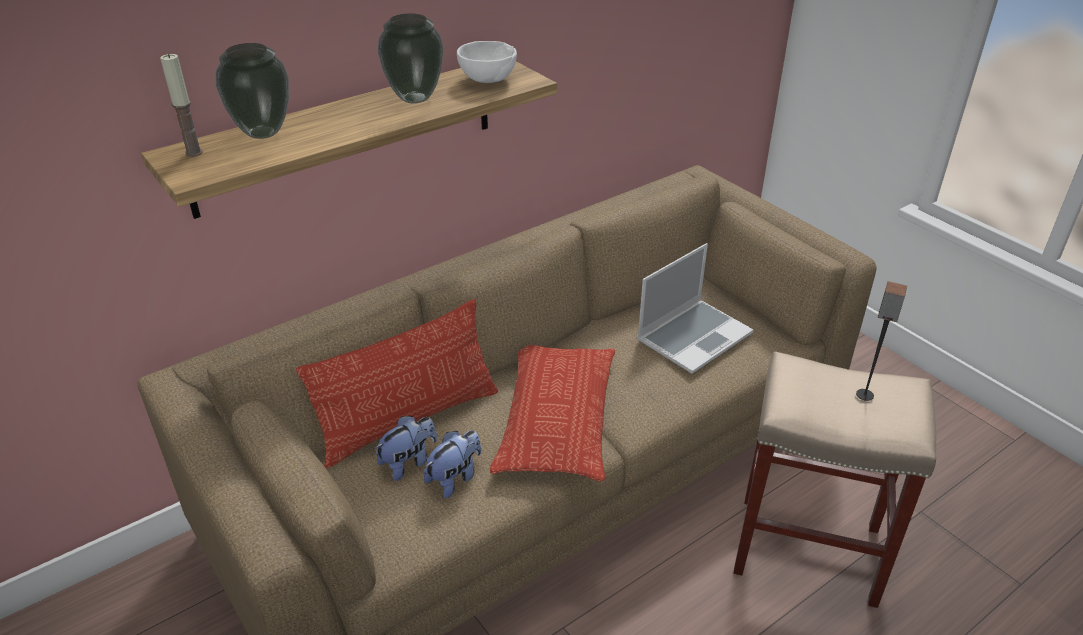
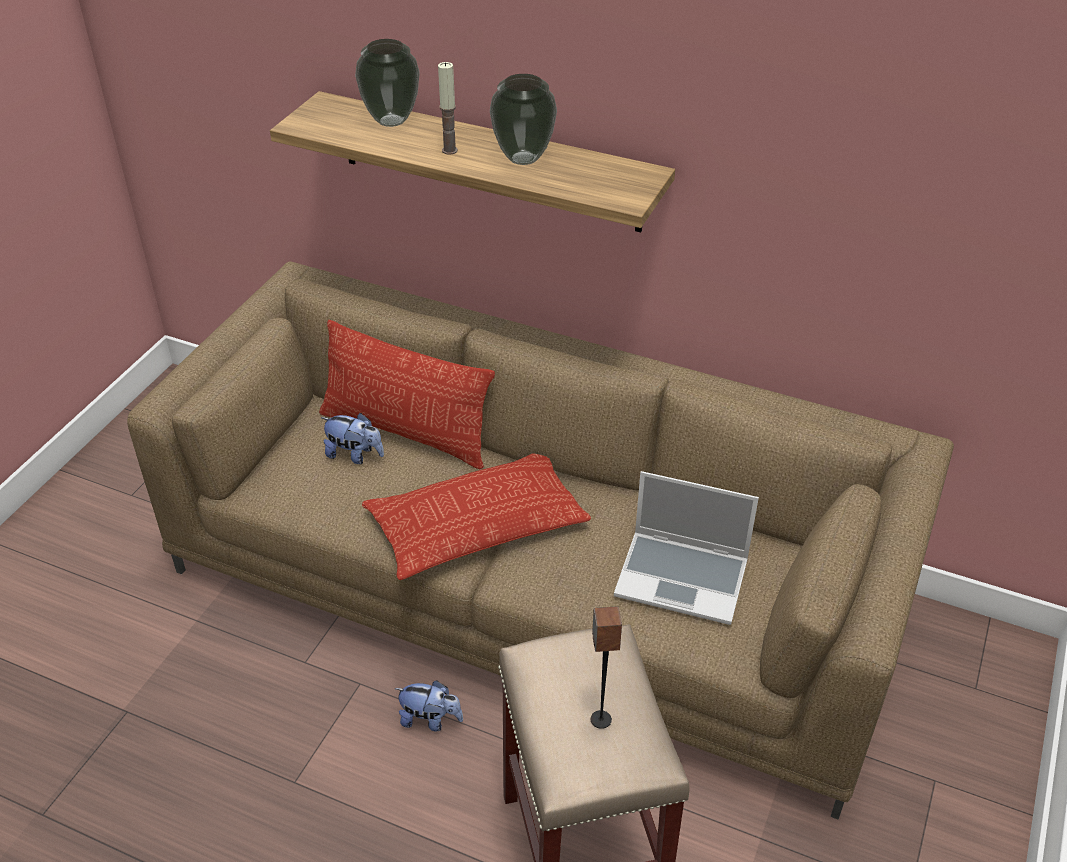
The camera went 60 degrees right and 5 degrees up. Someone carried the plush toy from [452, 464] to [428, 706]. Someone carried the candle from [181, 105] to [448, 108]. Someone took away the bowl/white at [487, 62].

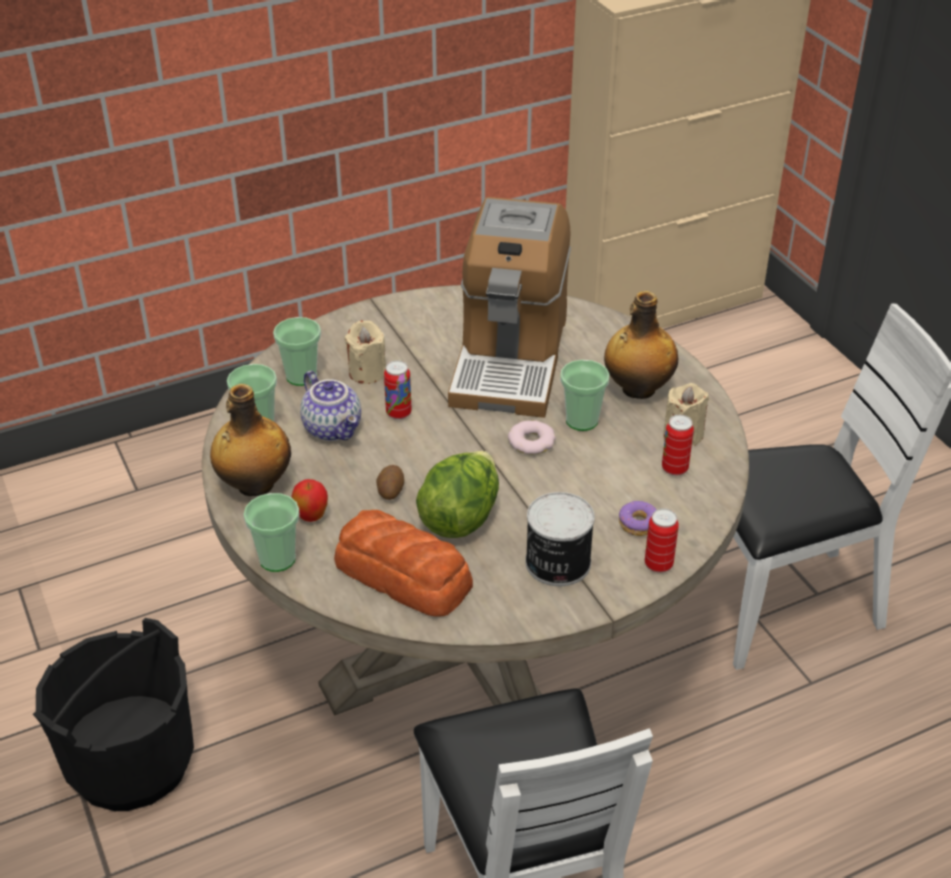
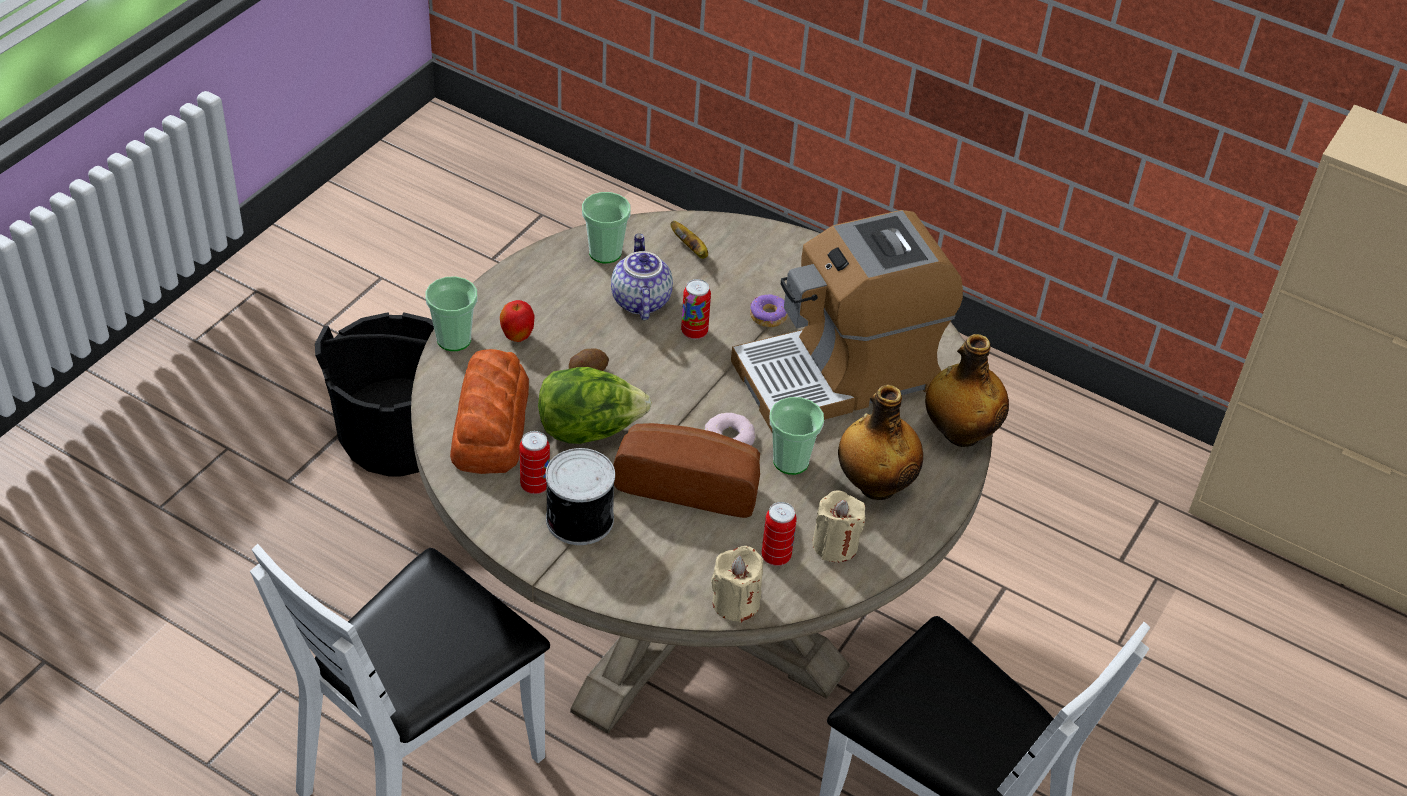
The camera went 55 degrees right and 5 degrees up. Someone carried the can from [662, 540] to [534, 462]. Someone rotated the teapot at [330, 406] by 150 degrees clockwise. Someone put down the bread at [686, 470]. Someone swapped the cup at [297, 351] for the banana at [689, 240]. Someone carried the candle/beige from [365, 352] to [737, 584]. Someone carried the donut from [638, 518] to [769, 311]. Someone carried the bottle from [250, 440] to [967, 390].

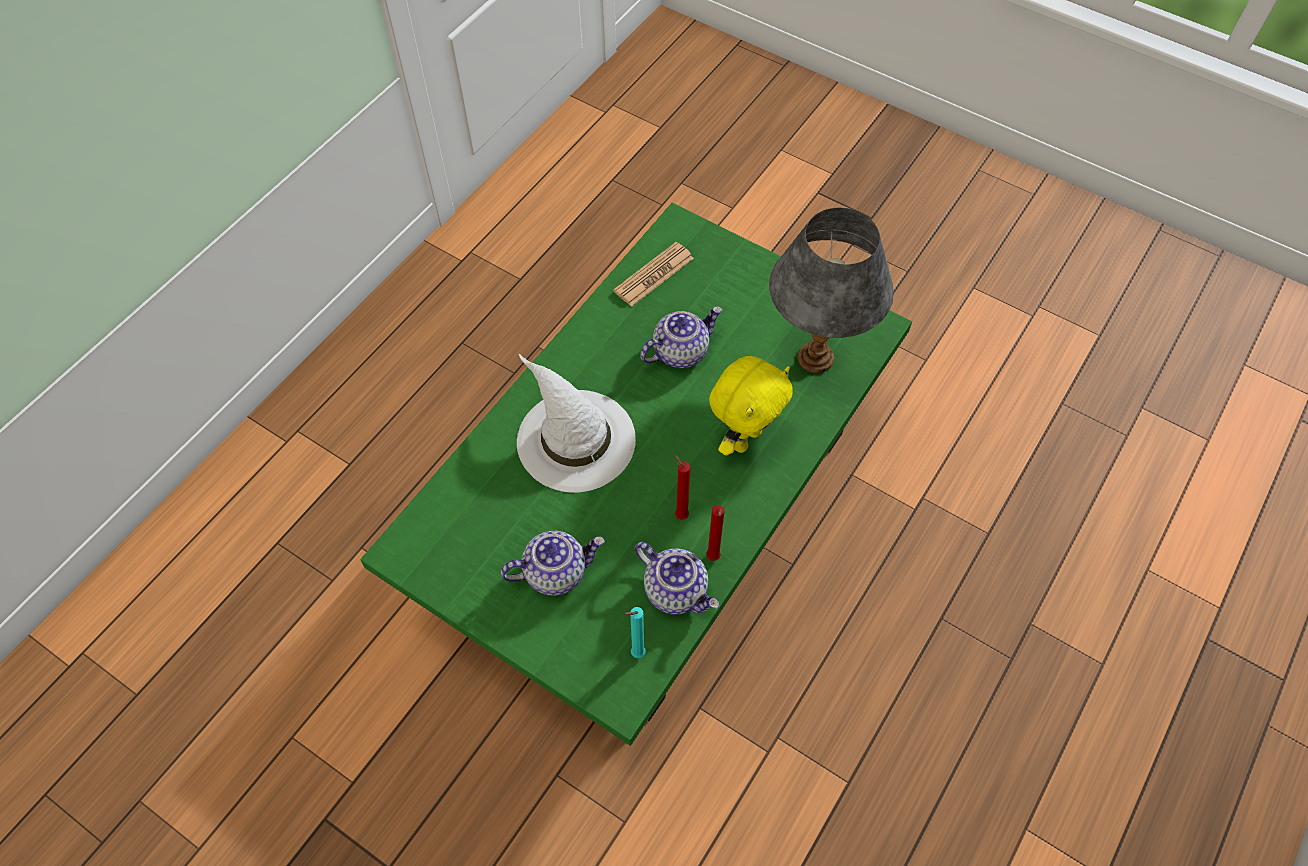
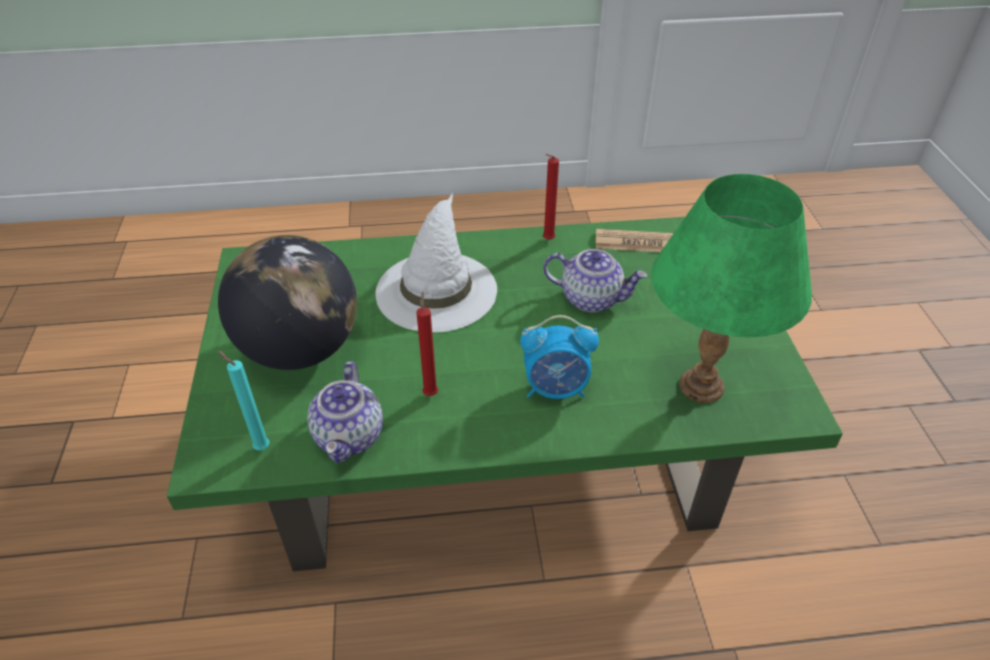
The camera went 50 degrees right and 15 degrees down. Someone swapped the teapot at [553, 563] for the globe at [287, 302]. Someone swapped the plush toy/yellow at [751, 406] for the alarm clock at [559, 357]. Someone carried the candle/red from [715, 533] to [551, 197]. Someone repainted the table lamp/grey at [831, 290], which became the table lamp/green at [731, 288].

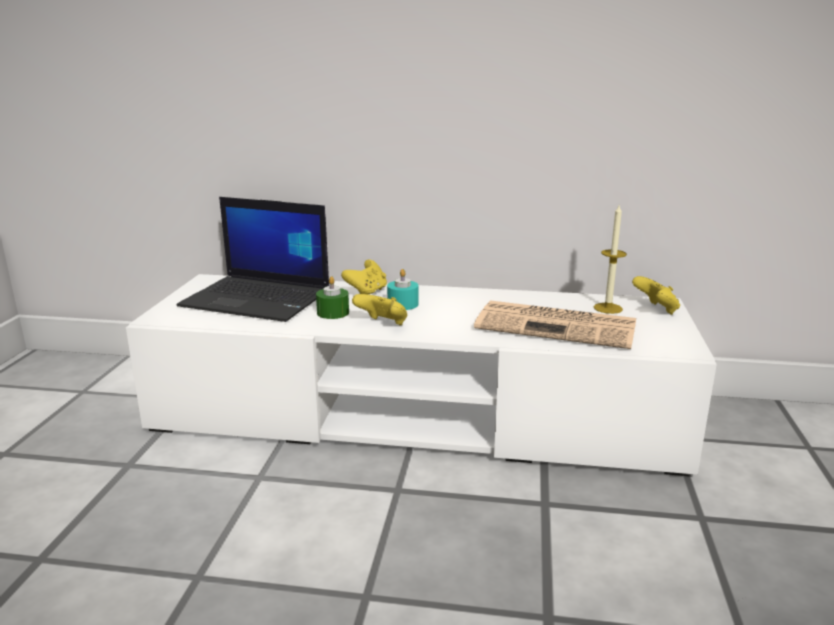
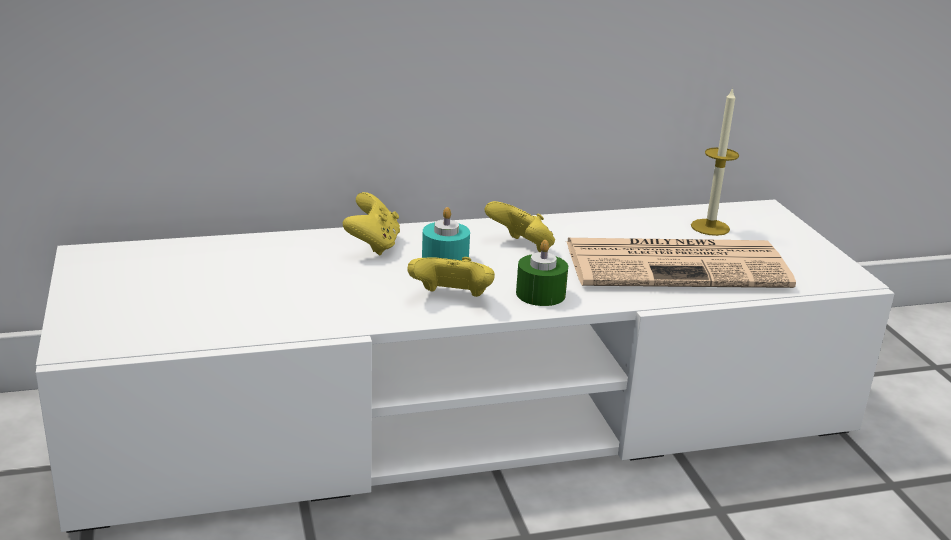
The camera went 25 degrees left and 5 degrees up. Someone carried the game controller/yellow from [656, 295] to [520, 226]. Someone carried the candle/green from [332, 297] to [542, 273]. Someone took away the laptop at [252, 259].

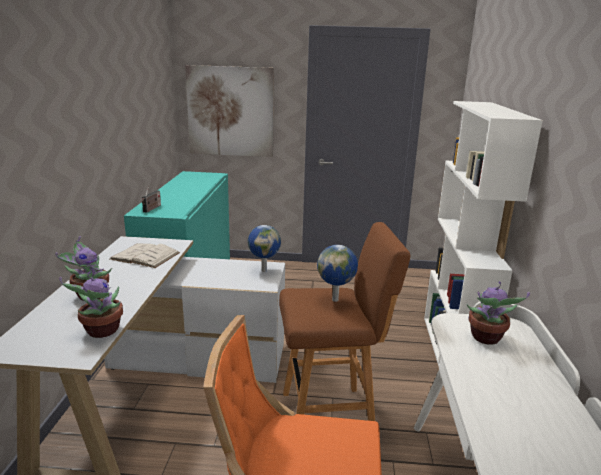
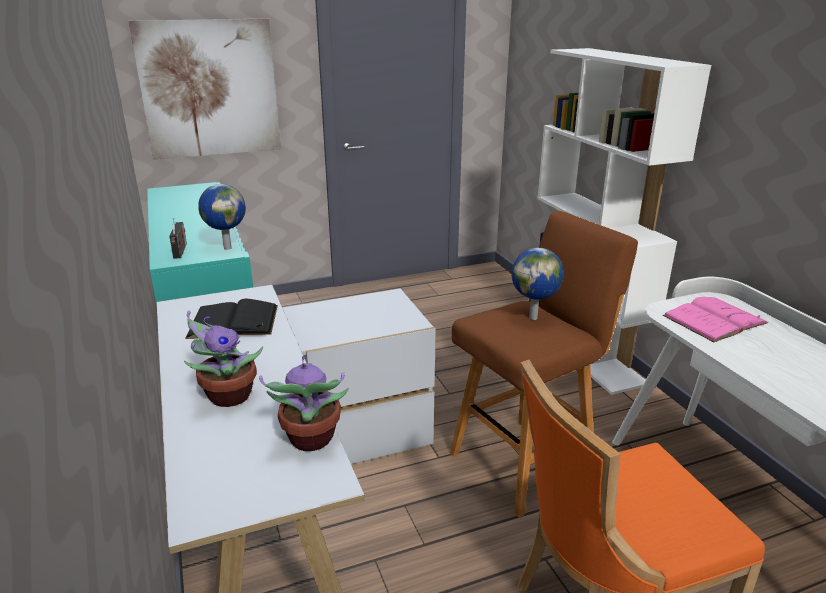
The camera went 25 degrees left and 5 degrees up. Someone repainted the book/white at [145, 255], which became the book/black at [231, 319]. Someone carried the globe from [264, 248] to [222, 217]. Someone swapped the potted plant at [498, 313] for the book/pink at [715, 319].

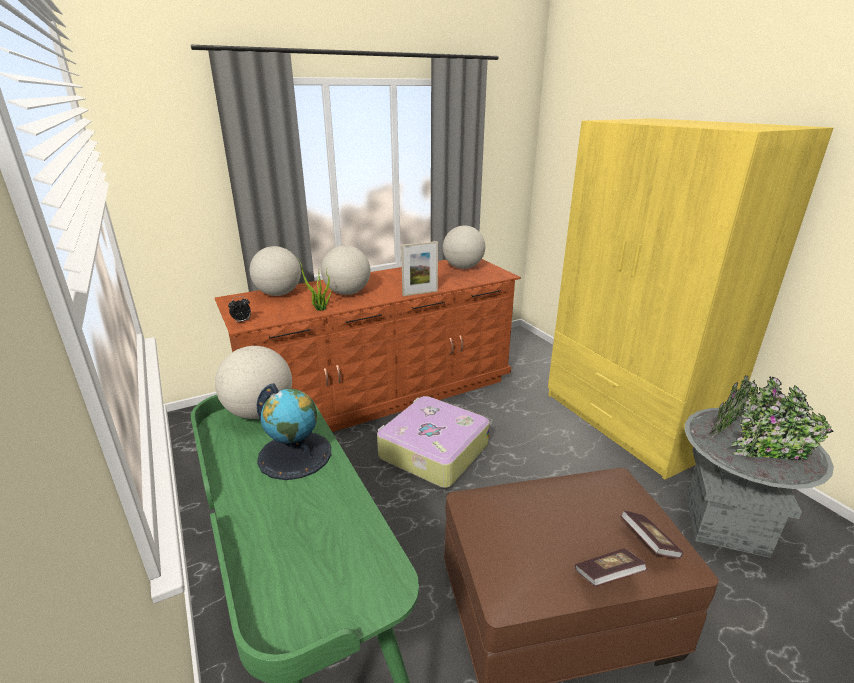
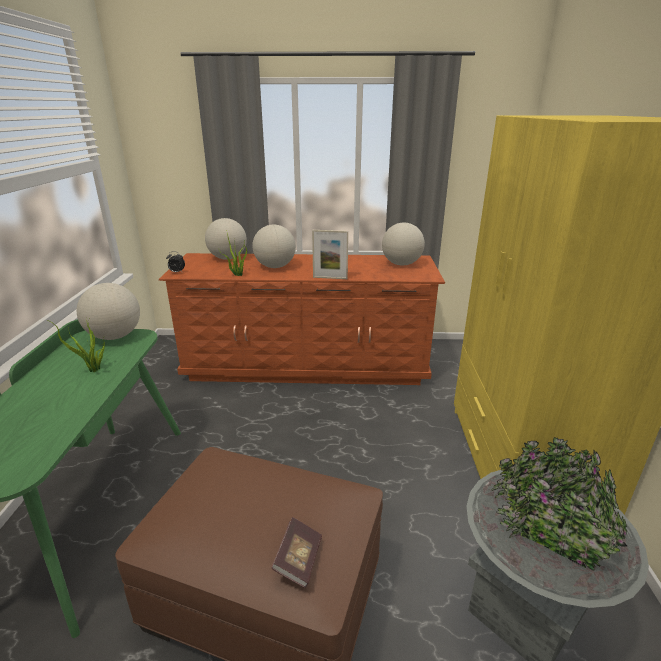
The camera went 30 degrees right and 0 degrees up. Someone swapped the globe at [294, 431] for the potted plant at [78, 345]. Someone took away the suitcase at [433, 442]. Someone took away the book at [611, 567].

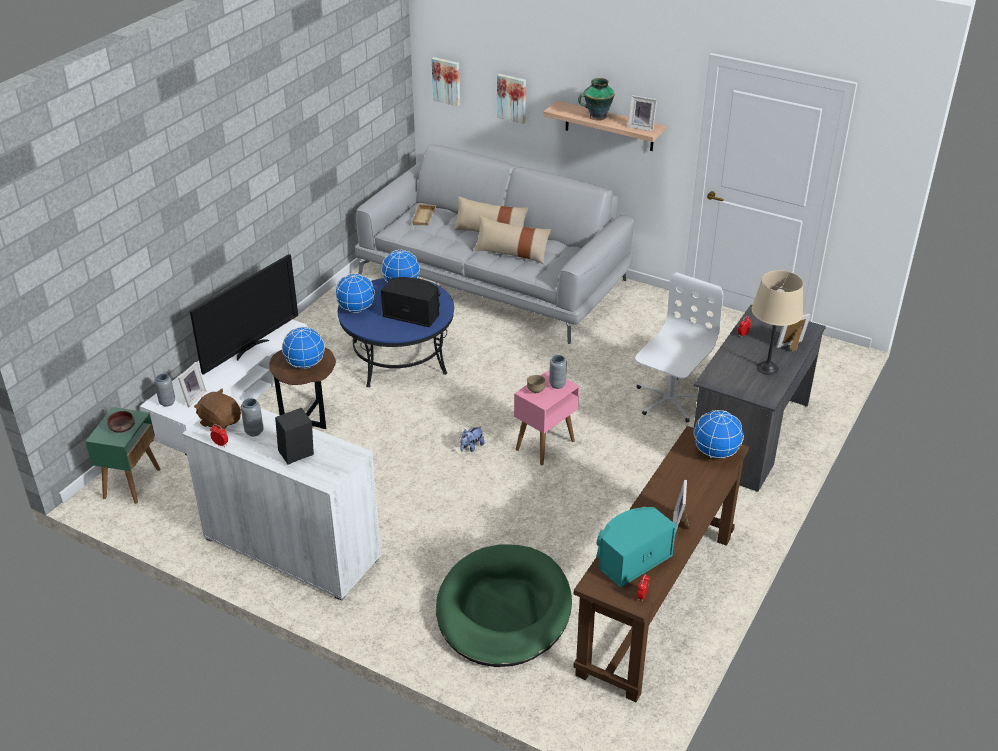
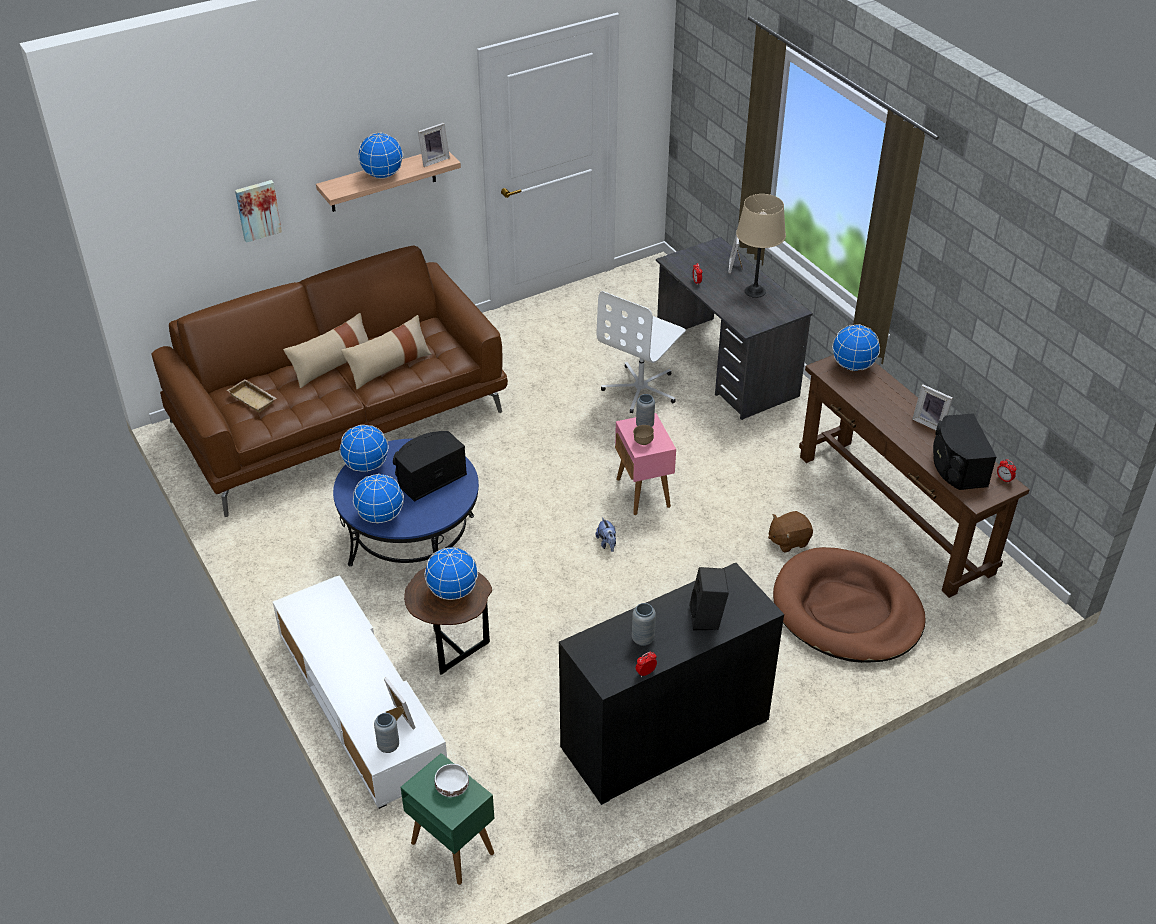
The camera went 60 degrees left and 5 degrees up. Someone repainted the sofa/grey at [494, 244], which became the sofa/brown at [330, 381]. Someone swapped the vase at [596, 99] for the globe at [380, 155]. Someone repainted the bowl/brown at [121, 422], which became the bowl/white at [452, 780]. Someone repainted the cabinet/white at [281, 498], which became the cabinet/black at [671, 684]. Someone rotated the office chair/white at [679, 347] by 120 degrees counterclockwise. Someone carried the plush toy/brown from [217, 409] to [790, 532]. Someone repainted the dog bed/green at [504, 605], which became the dog bed/brown at [849, 605]. Someone repainted the speaker/turquoise at [636, 547], which became the speaker/black at [964, 451]. Someone took away the television at [244, 314]. Someone took away the picture at [446, 81].

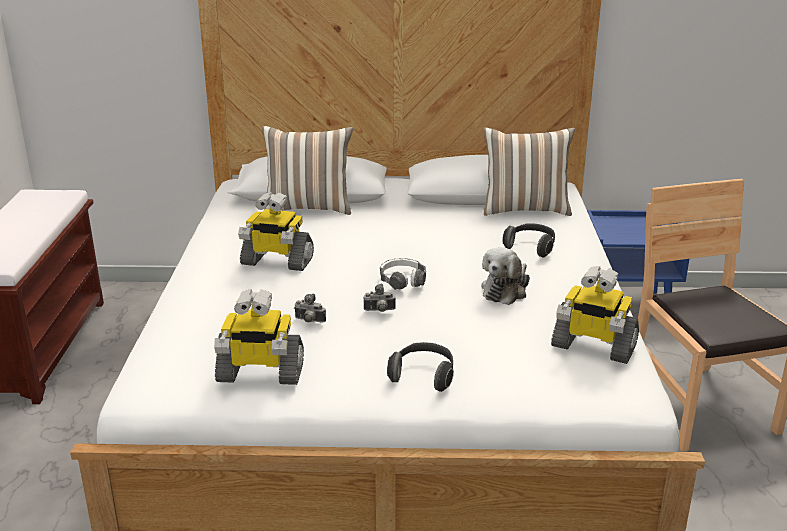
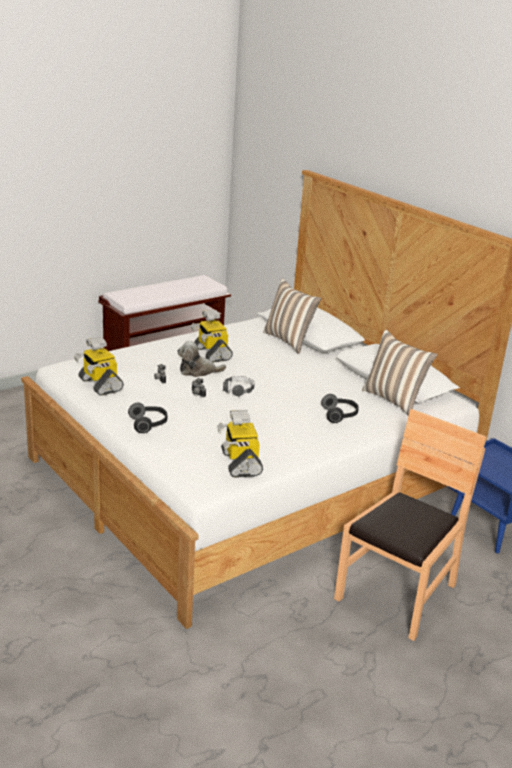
The camera went 50 degrees right and 0 degrees up. Someone carried the plush toy from [505, 276] to [201, 359].

